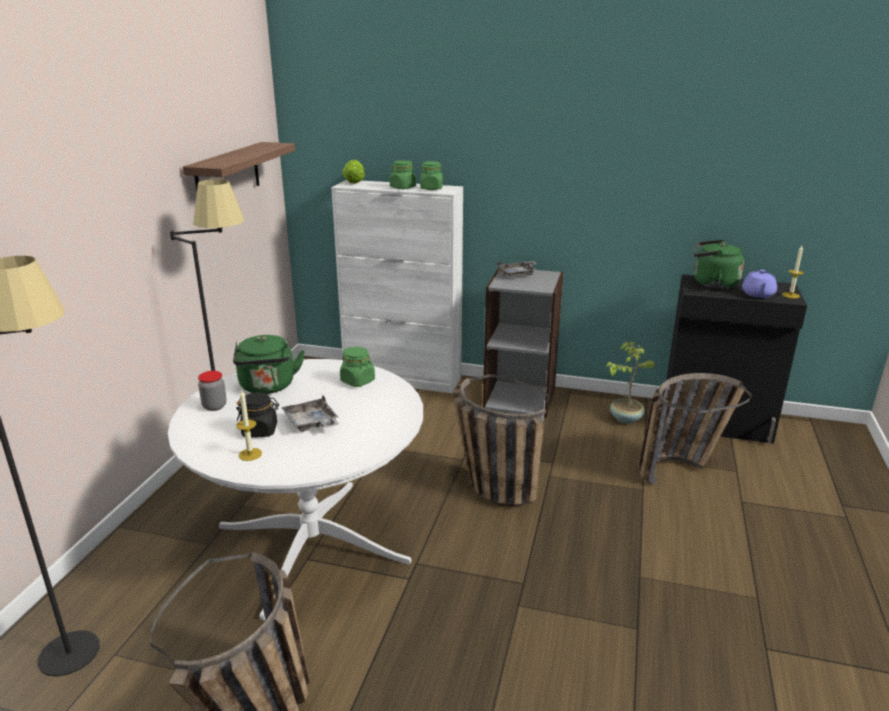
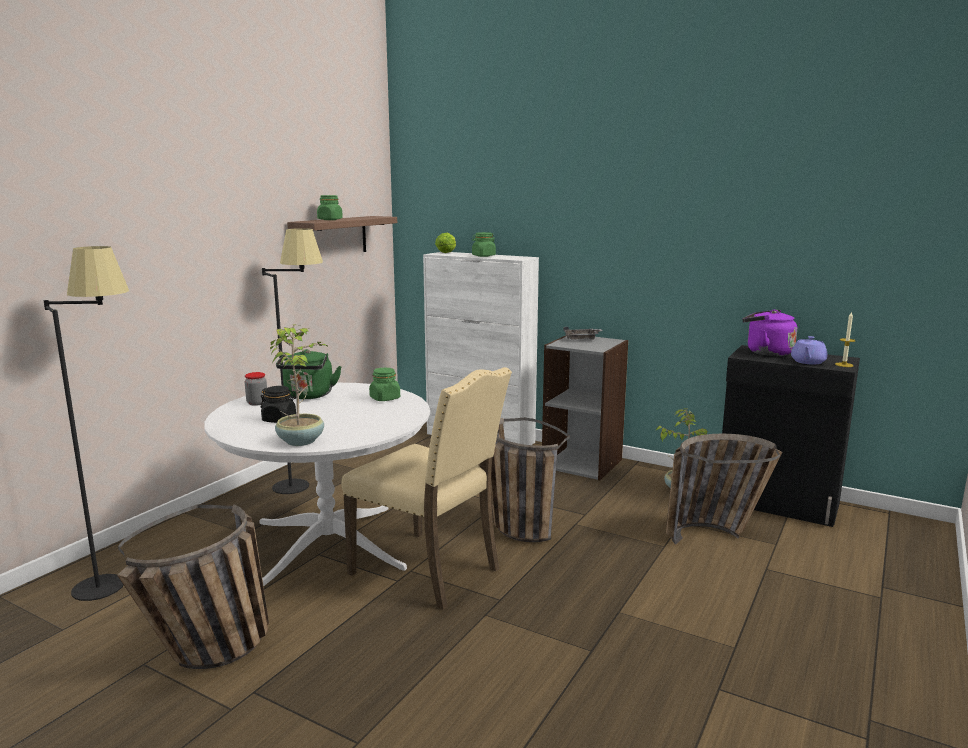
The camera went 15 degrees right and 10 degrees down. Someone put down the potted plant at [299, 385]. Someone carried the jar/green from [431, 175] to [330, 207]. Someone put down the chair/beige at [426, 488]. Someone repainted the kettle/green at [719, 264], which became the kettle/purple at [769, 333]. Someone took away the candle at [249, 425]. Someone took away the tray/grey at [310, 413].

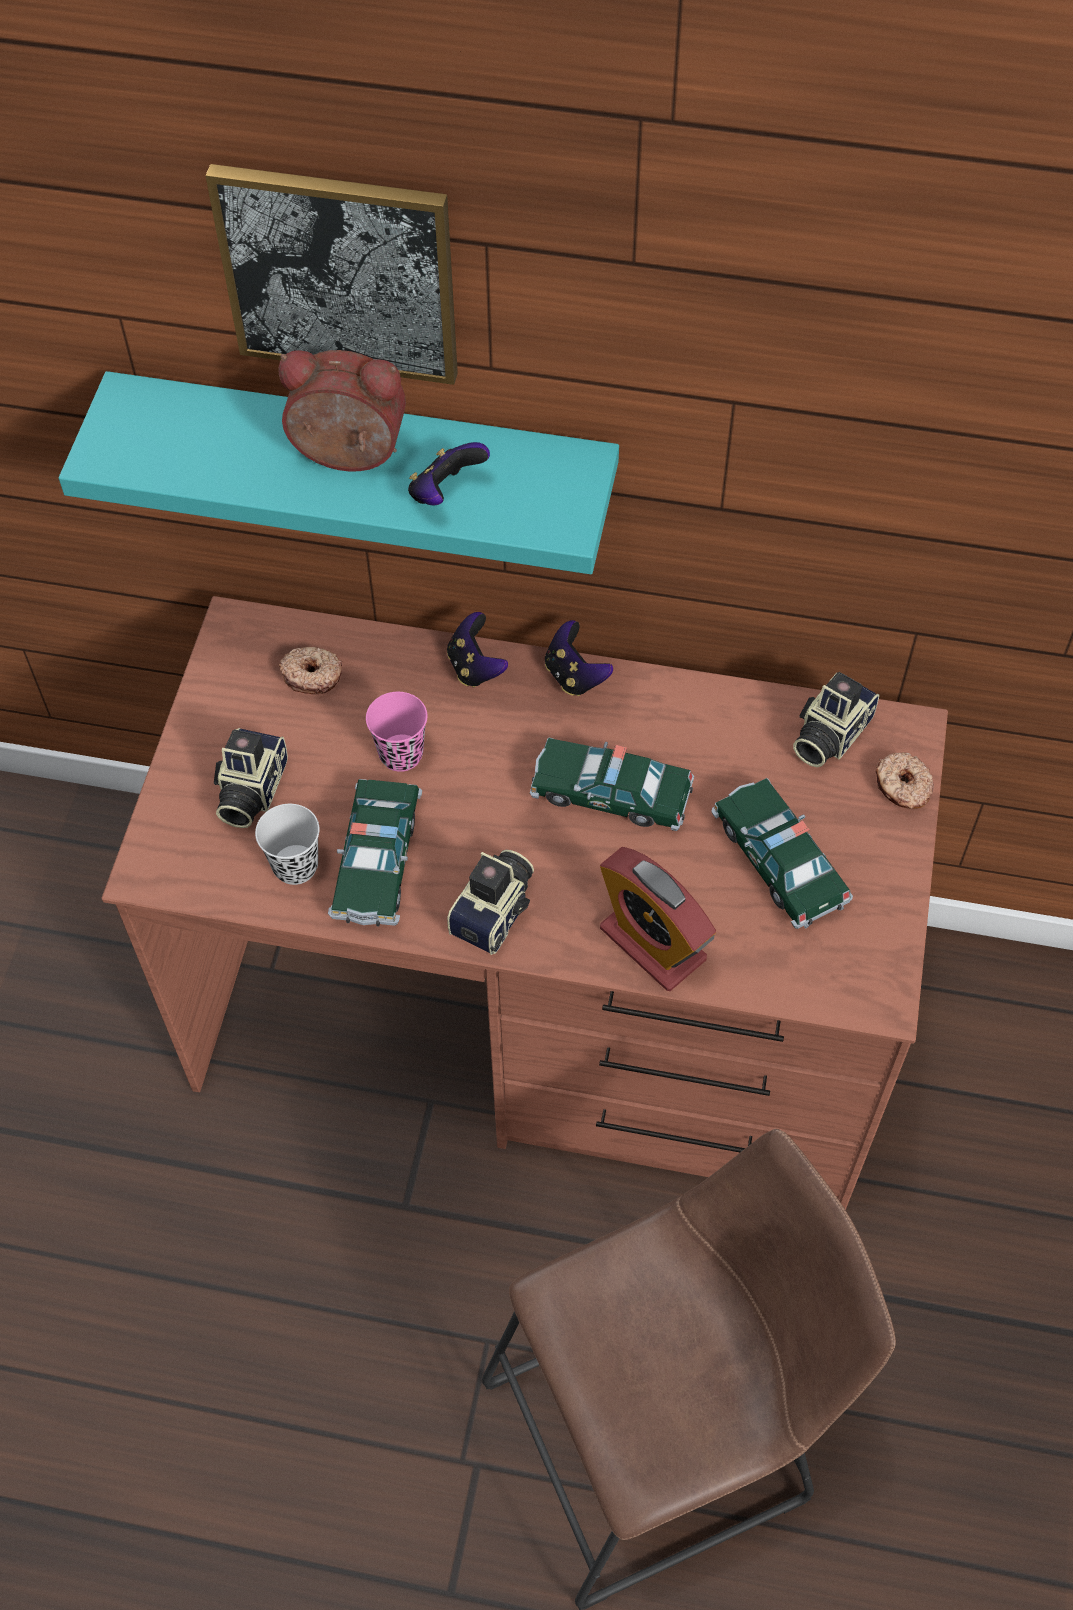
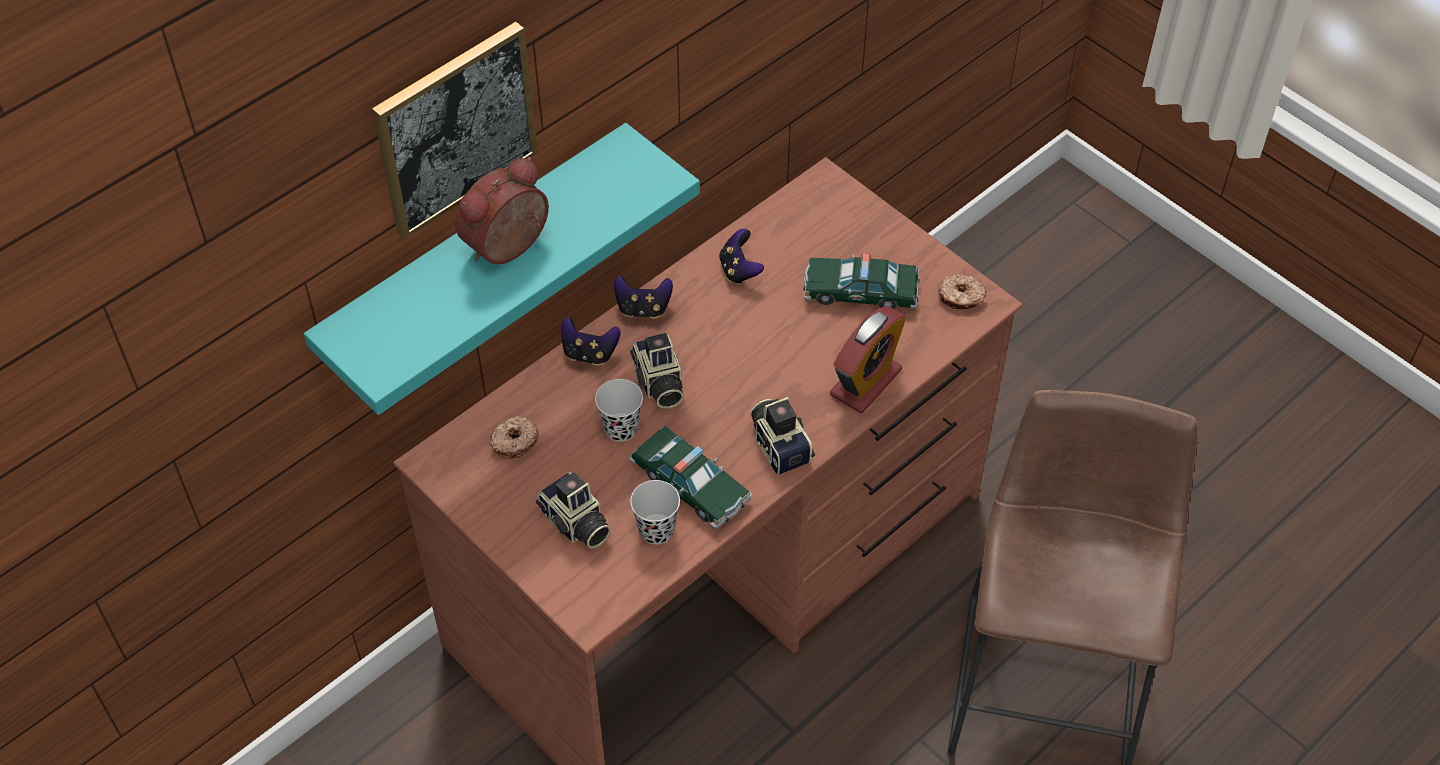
The camera went 55 degrees left and 5 degrees down. Someone repainted the cup/pink at [396, 732], which became the cup/black at [619, 410]. Someone carried the photo camera from [836, 719] to [657, 371]. Someone carried the game controller from [449, 473] to [741, 257]. Someone rotated the alarm clock at [658, 919] by 45 degrees counterclockwise. Someone carried the donut from [904, 780] to [962, 291]. Someone took away the toy car at [612, 784].

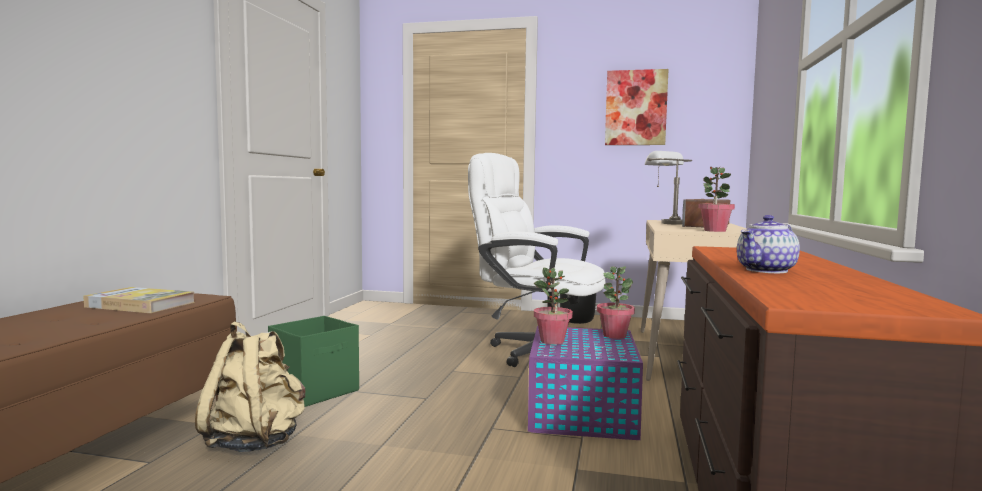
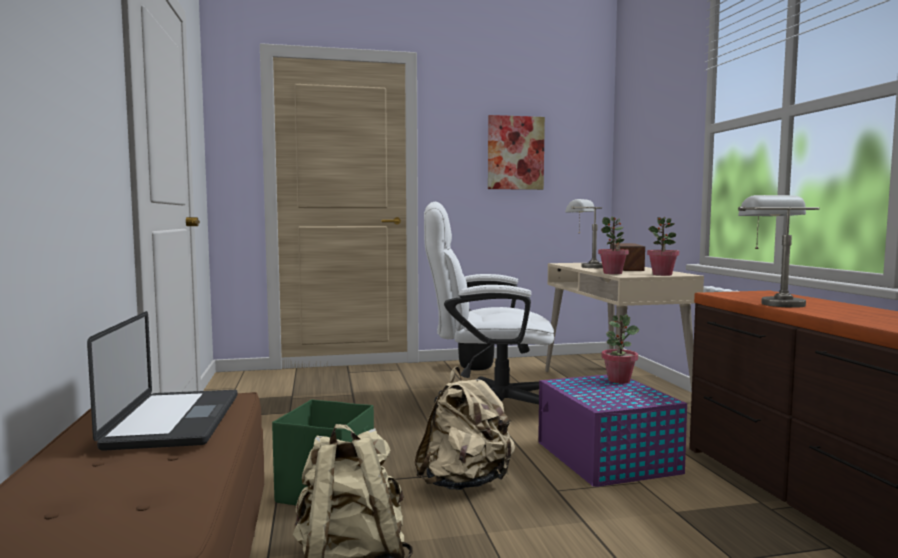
The camera went 25 degrees left and 0 degrees up. Someone swapped the book at [139, 300] for the laptop at [162, 381]. Someone put down the backpack/beige at [465, 428]. Someone carried the potted plant from [553, 306] to [613, 245]. Someone put down the table lamp/grey at [779, 251]. Someone took away the teapot at [768, 244].

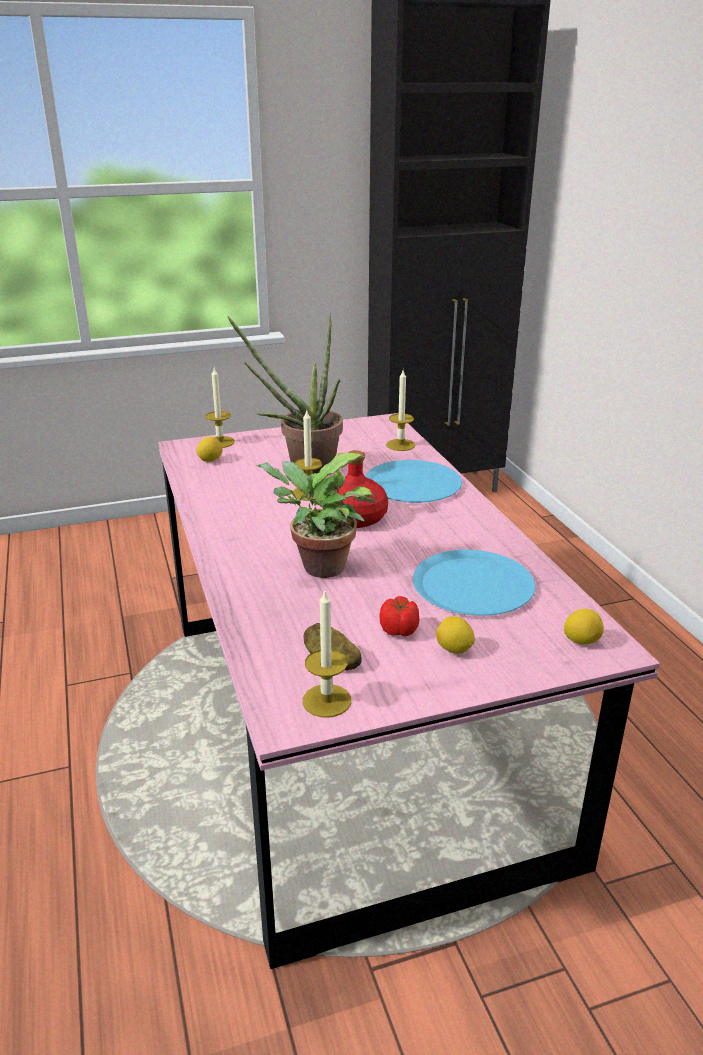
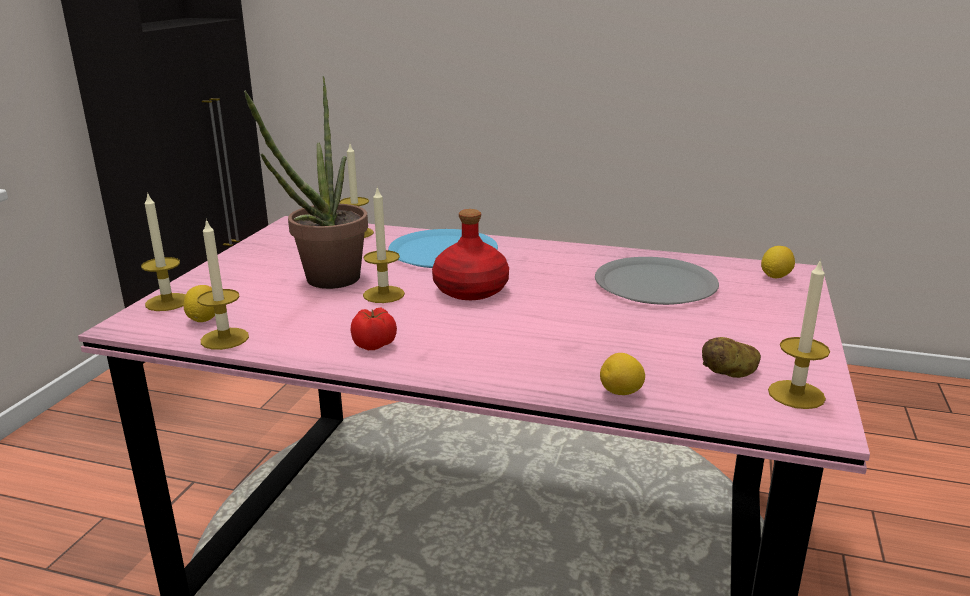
The camera went 55 degrees left and 5 degrees down. Someone put down the candle at [223, 284]. Someone carried the tomato from [399, 616] to [373, 329]. Someone repainted the plate/blue at [474, 583], which became the plate/grey at [657, 281]. Someone carried the lemon from [455, 635] to [622, 374]. Someone took away the potted plant at [315, 515].

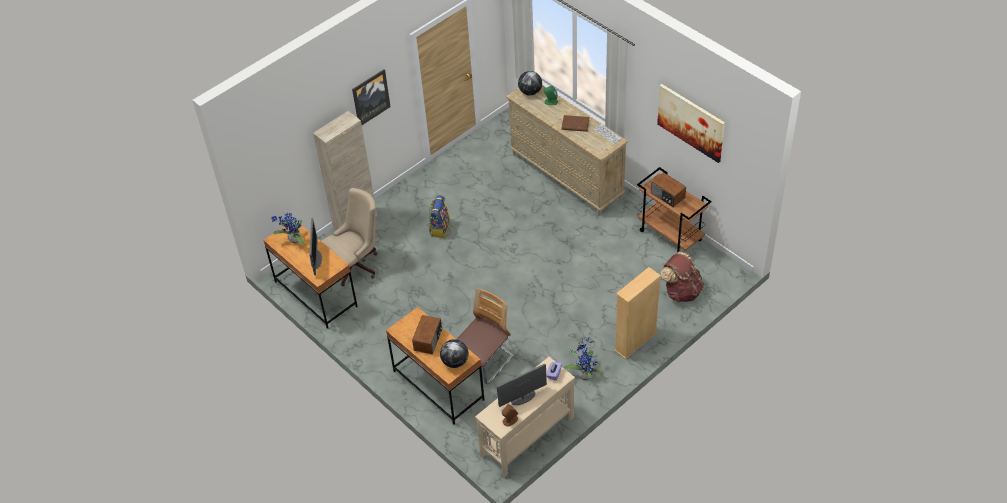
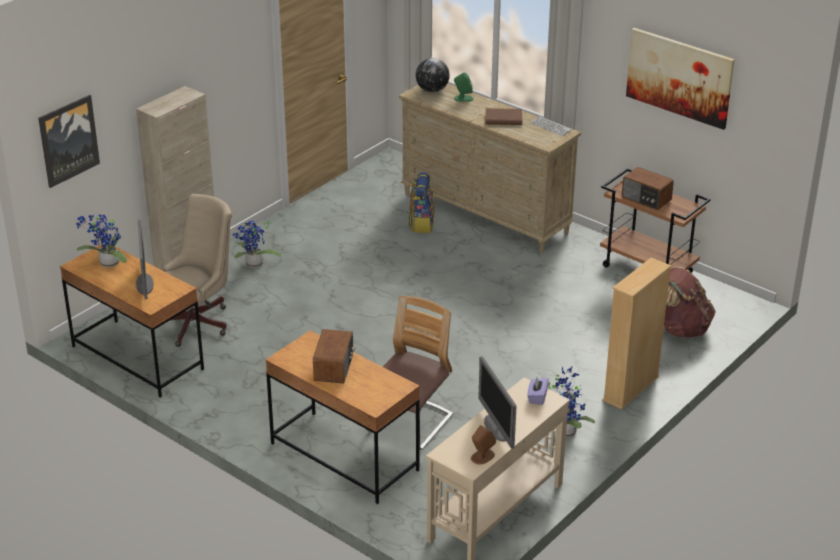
The camera went 10 degrees left and 15 degrees down. Someone carried the picture from [371, 97] to [69, 141]. Someone put down the potted plant at [257, 244]. Someone carried the backpack from [439, 216] to [421, 202]. Someone rotated the monitor at [522, 385] by 75 degrees counterclockwise. Someone took away the globe at [454, 353].

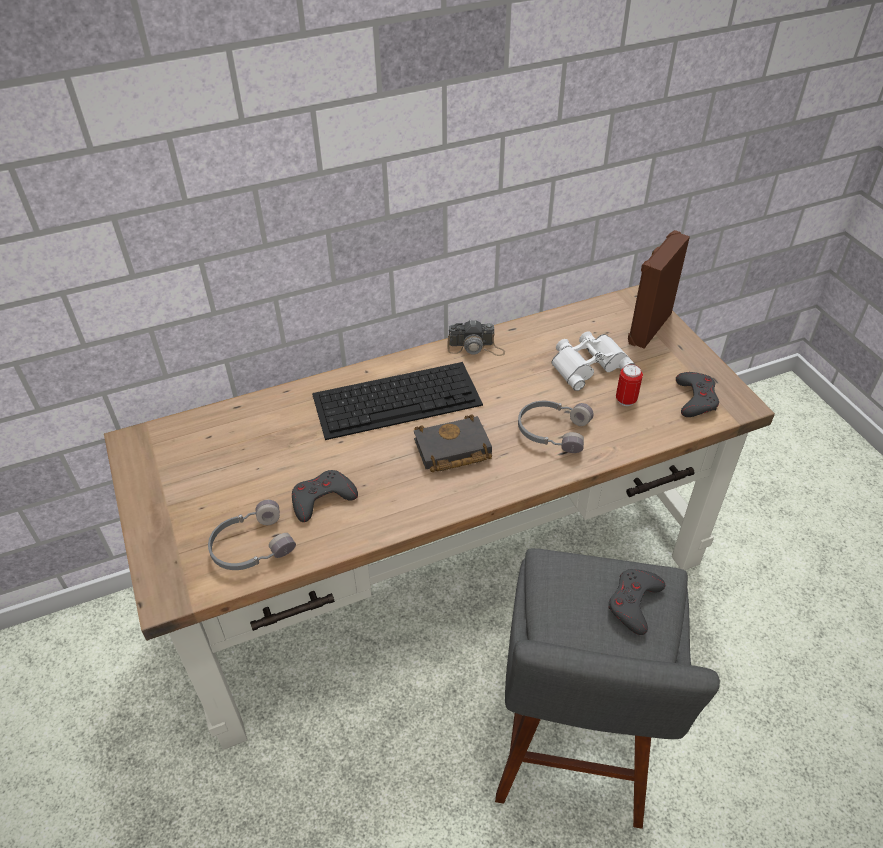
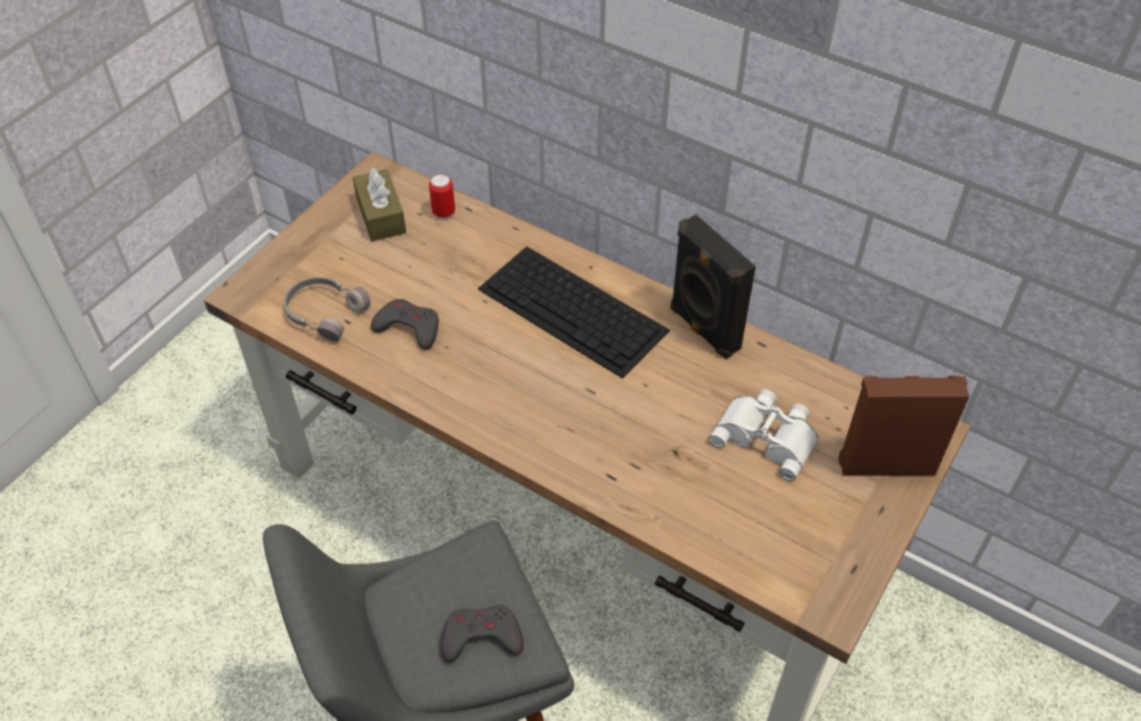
The camera went 55 degrees right and 5 degrees up. Someone put down the tissue box/brown at [379, 204]. Someone carried the can from [629, 385] to [442, 196]. Someone swapped the photo camera at [476, 337] for the speaker/black at [713, 287]. Someone took away the book/black at [453, 443]. Someone took away the headphones/grey at [556, 427]. Someone took away the game controller/grey at [697, 394].

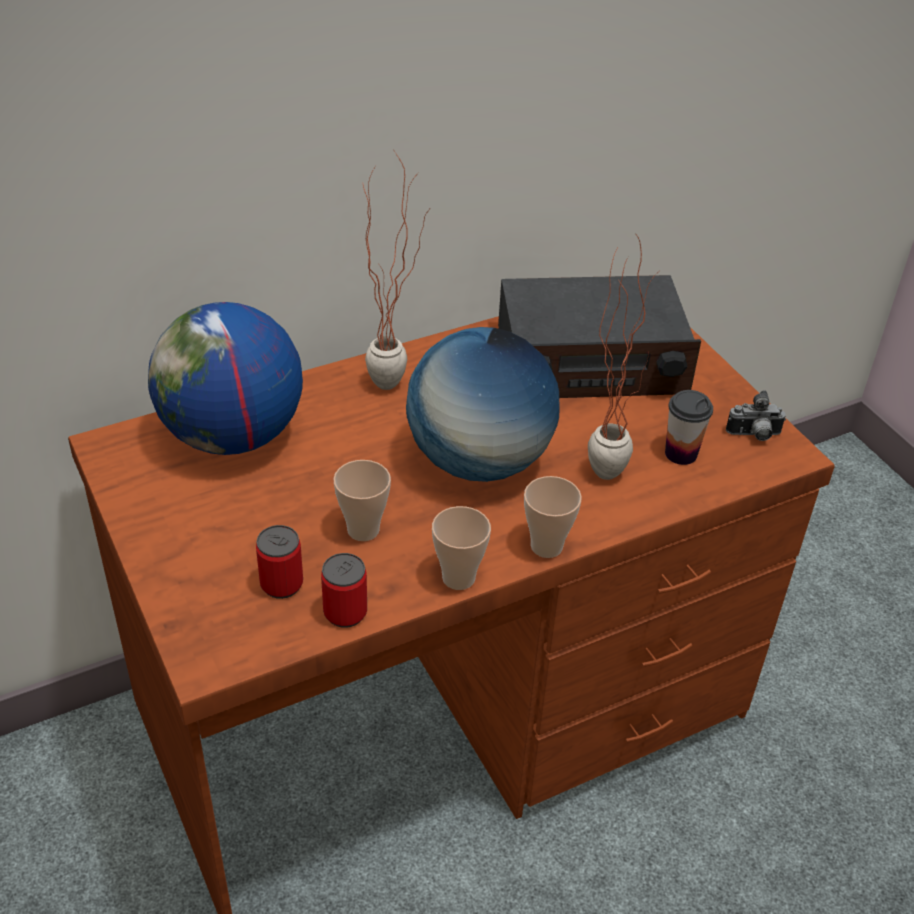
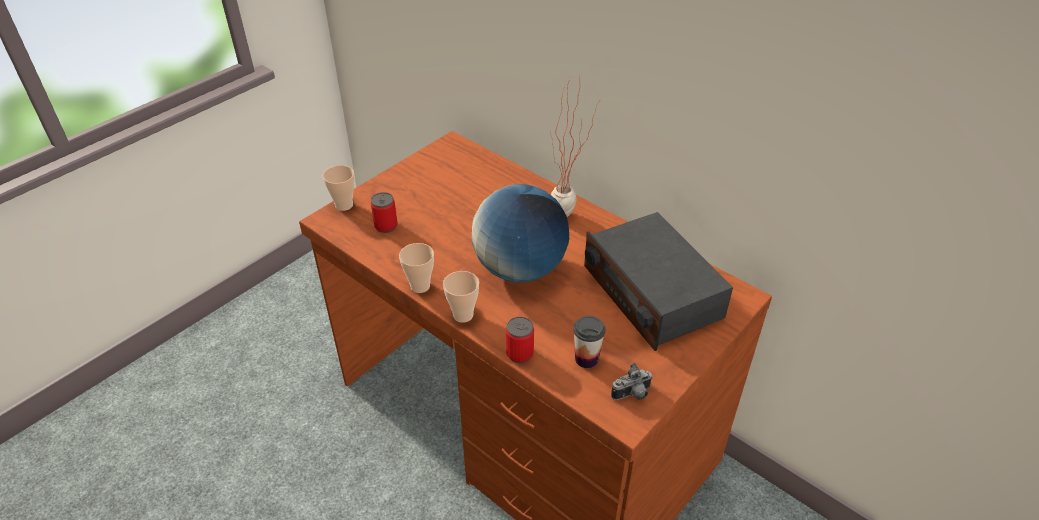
The camera went 70 degrees right and 0 degrees up. Someone carried the cup from [362, 500] to [339, 188]. Someone carried the can from [344, 590] to [520, 340]. Someone rotated the photo camera at [756, 415] by 90 degrees counterclockwise. Someone took away the globe at [225, 378]. Someone took away the potted plant at [622, 356].

